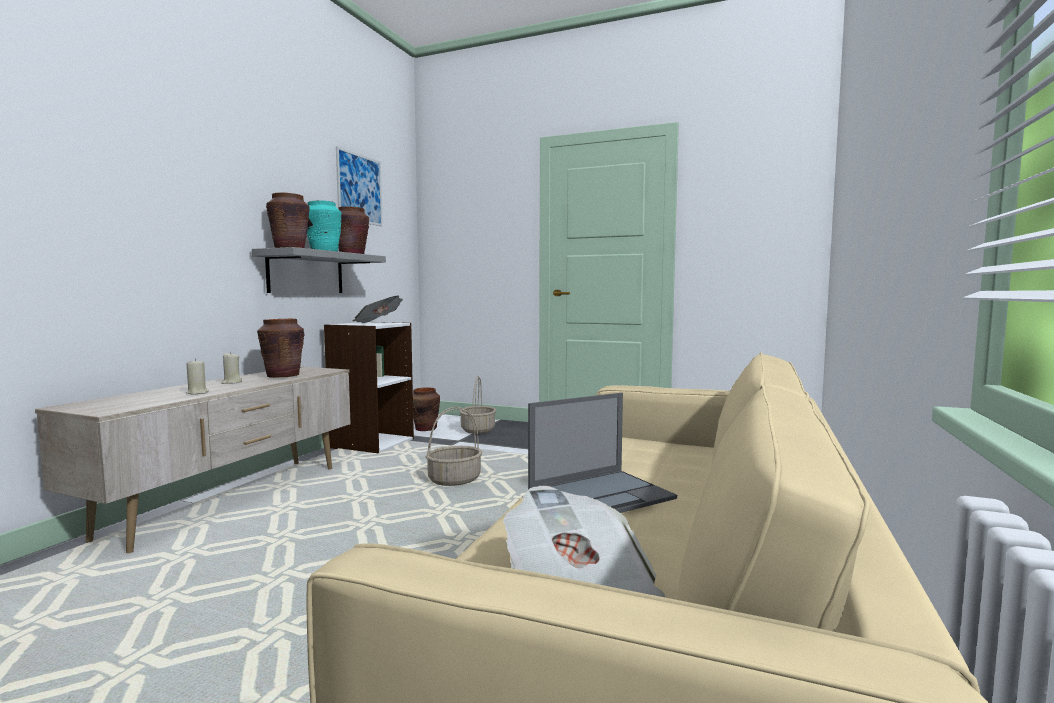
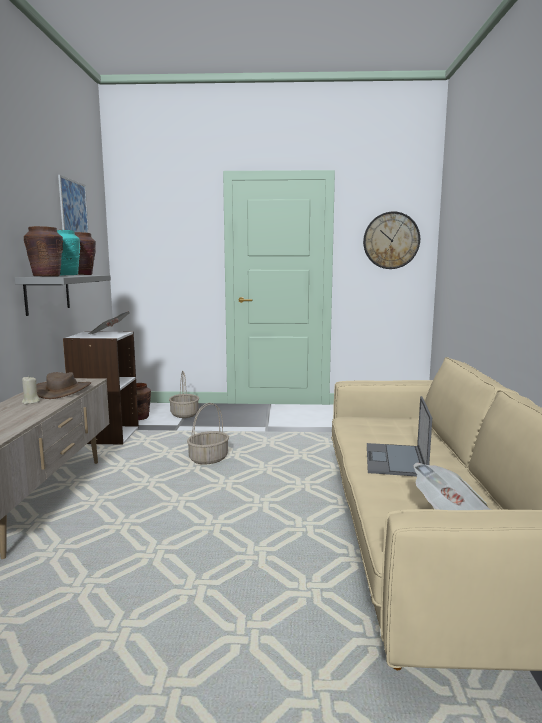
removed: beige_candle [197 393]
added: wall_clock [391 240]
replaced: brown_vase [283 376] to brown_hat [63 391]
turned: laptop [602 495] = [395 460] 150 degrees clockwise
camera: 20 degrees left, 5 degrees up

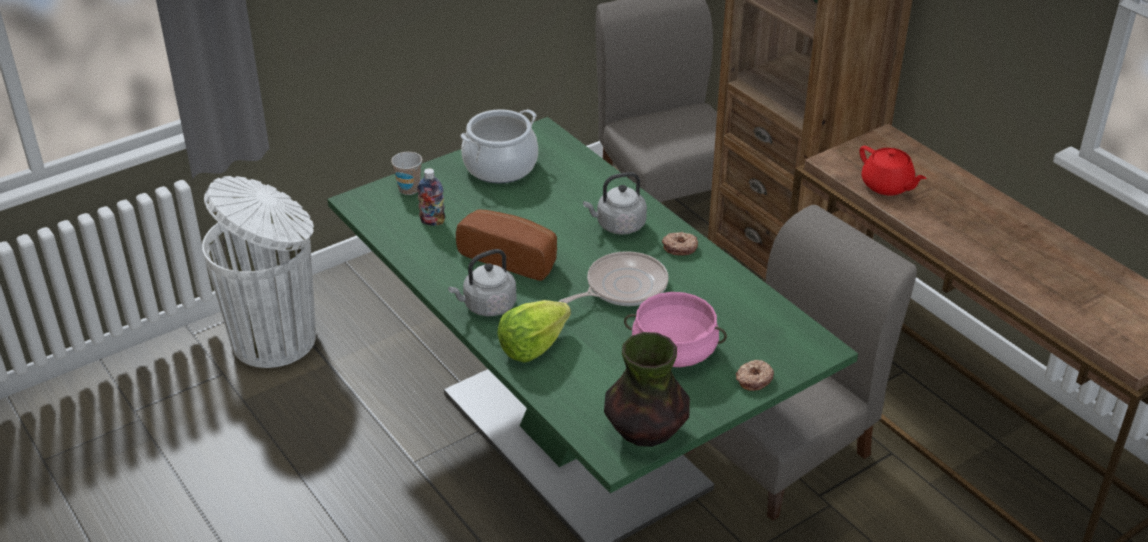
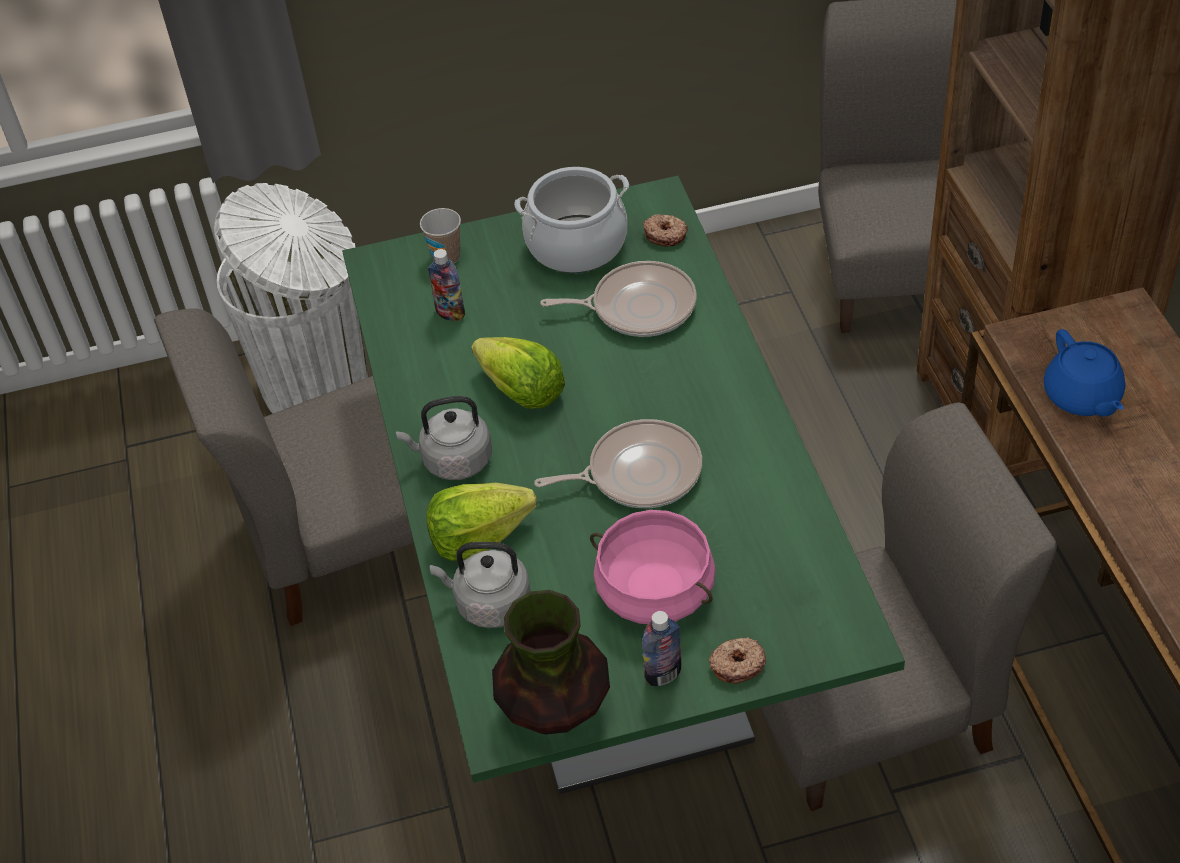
added: grey_chair [347 538]; frying_pan [638 307]; bottle [663 674]
moved: grey_kettle [618 225] to [489 604]; donut [680 247] to [665 235]
replaced: bread [511 257] to lettuce [521 391]
recoloured: red_teapot [887 186] to blue_teapot [1082 397]
camera: 25 degrees right, 10 degrees up

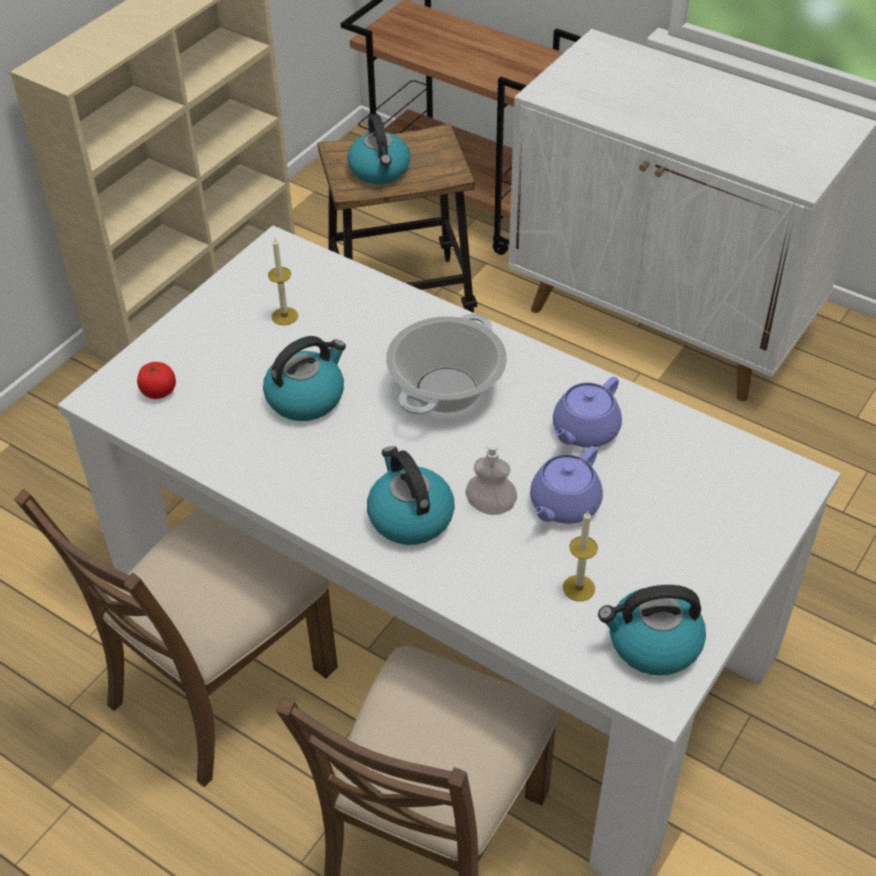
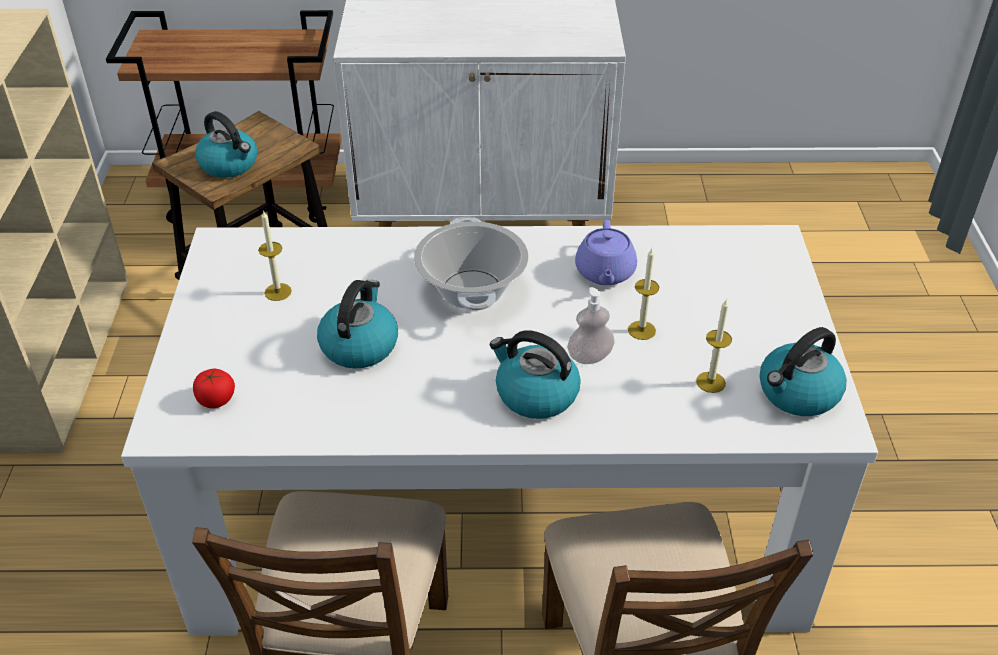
replaced: purple_teapot [563 505] to candle [641 330]
camera: 35 degrees left, 5 degrees down

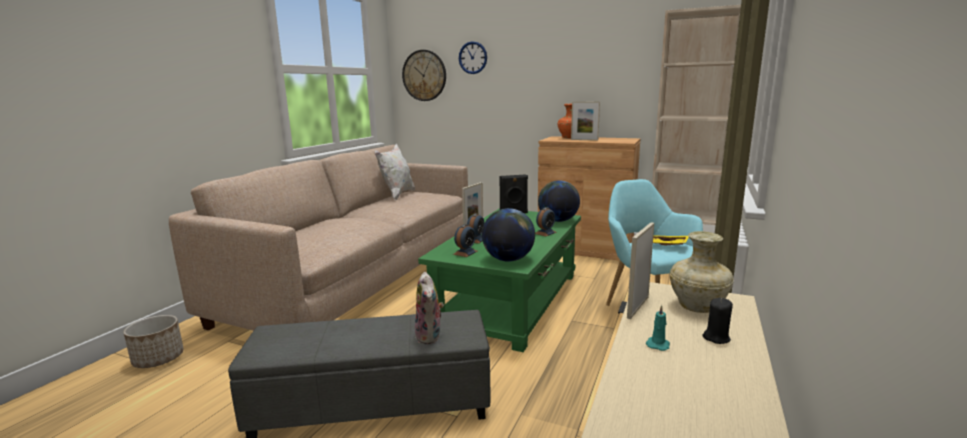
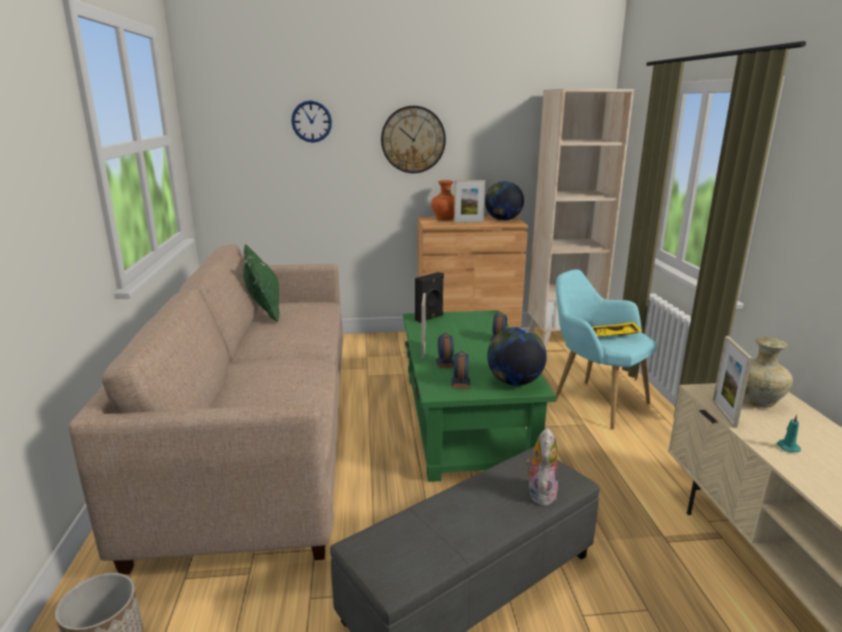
removed: black_candle [716 338]
moved: wall_clock [424 75] to [413 140]; globe [558 220] to [503 220]
recoloured: white_pillow [397 195] to green_pillow [264 313]
turned: plush_toy [430 336] = [540 492] 120 degrees counterclockwise
camera: 30 degrees left, 5 degrees up

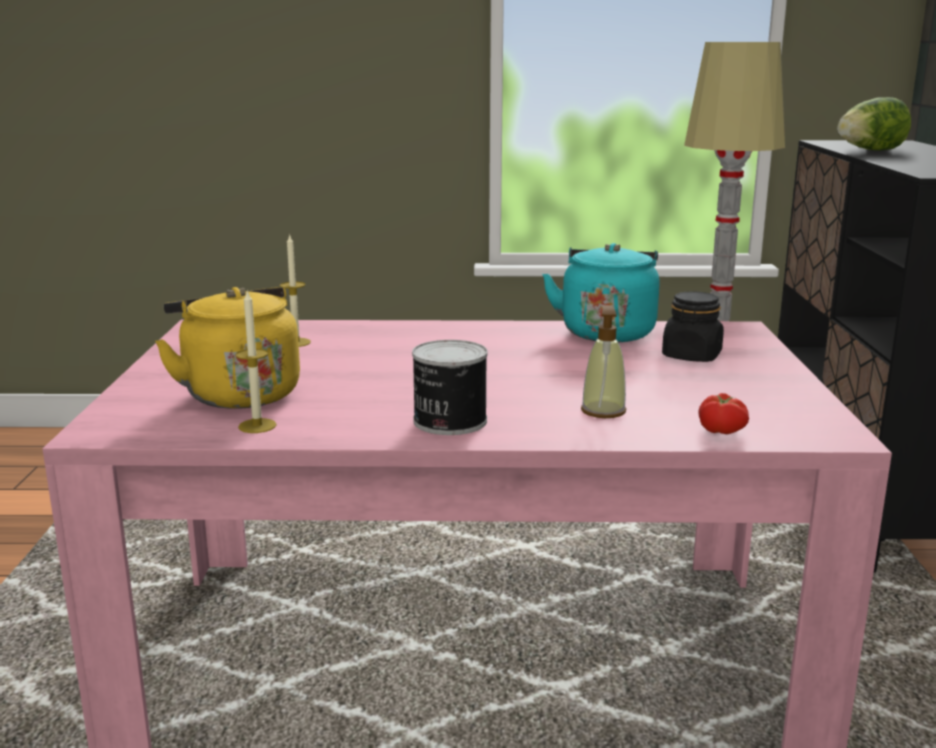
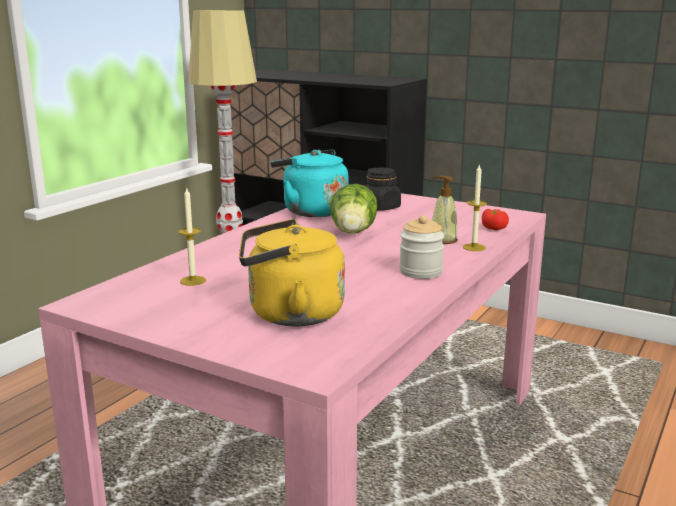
moved: candle [257 426] to [474 247]; lettuce [869 150] to [353 233]
replaced: can [448 421] to jar [420 272]
camera: 60 degrees left, 0 degrees up

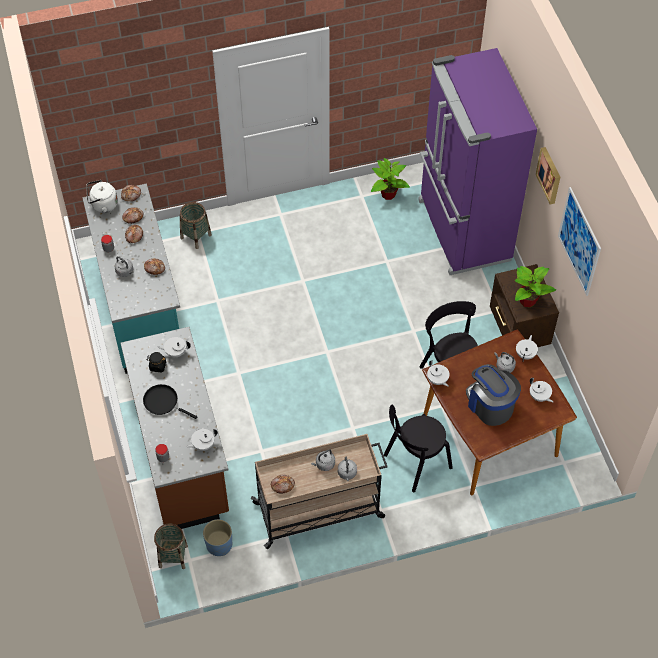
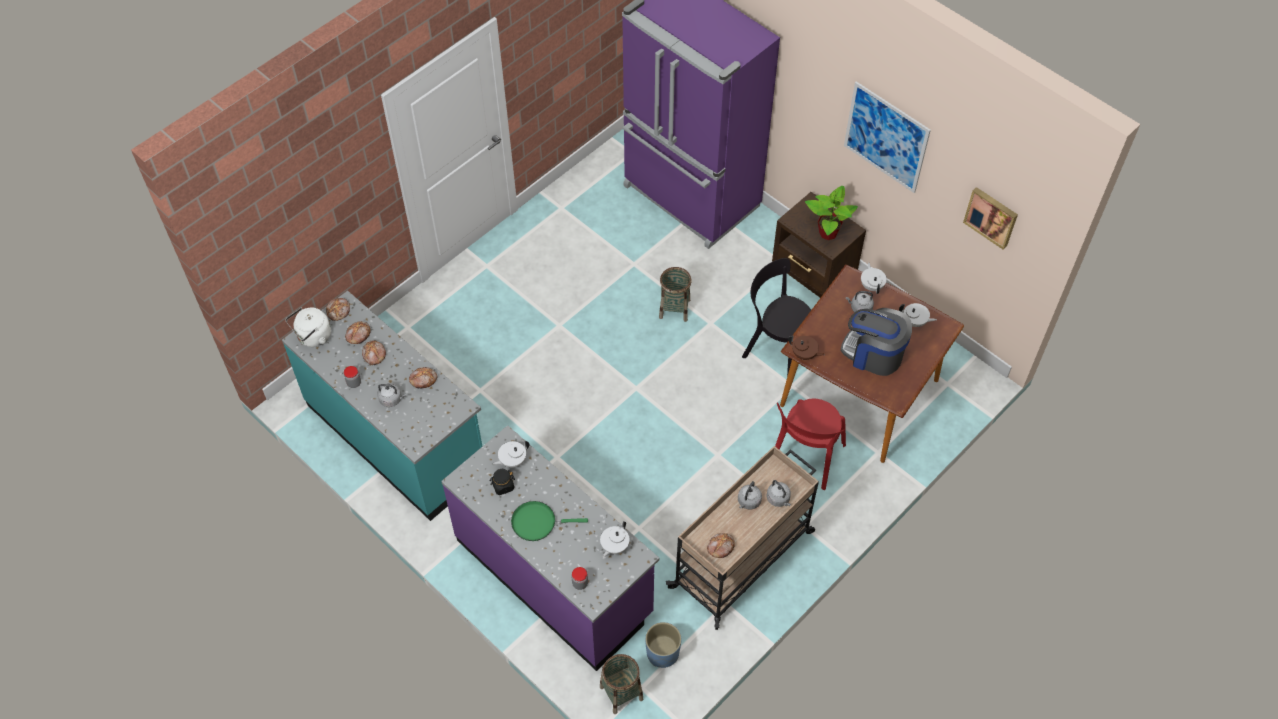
removed: potted_plant [388 194]
moved: basket [196 236] to [674 308]; picture [550 175] to [991 216]
recoloured: brown_counter [182 454] to purple_counter [555 576]; black_frying_pan [163 402] to green_frying_pan [537 522]; black_chair [415 463] to red_chair [805 458]; white_teapot [437 380] to brown_teapot [804 354]
camera: 30 degrees left, 0 degrees up

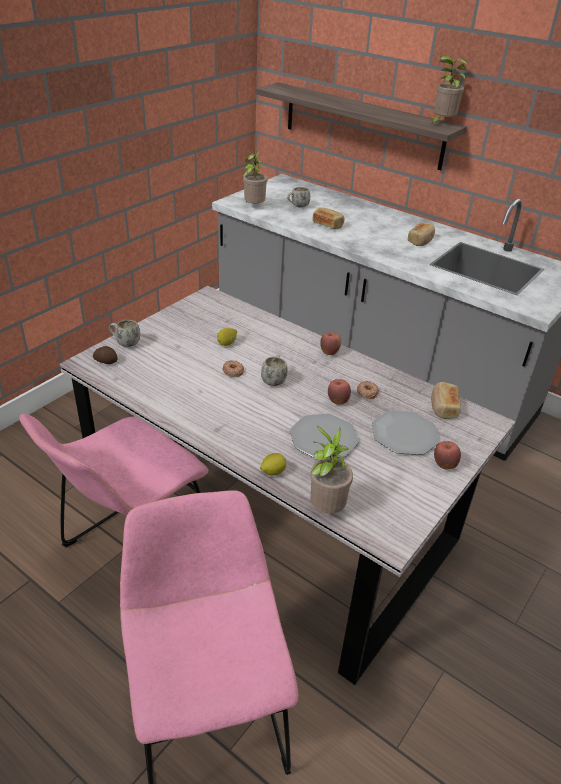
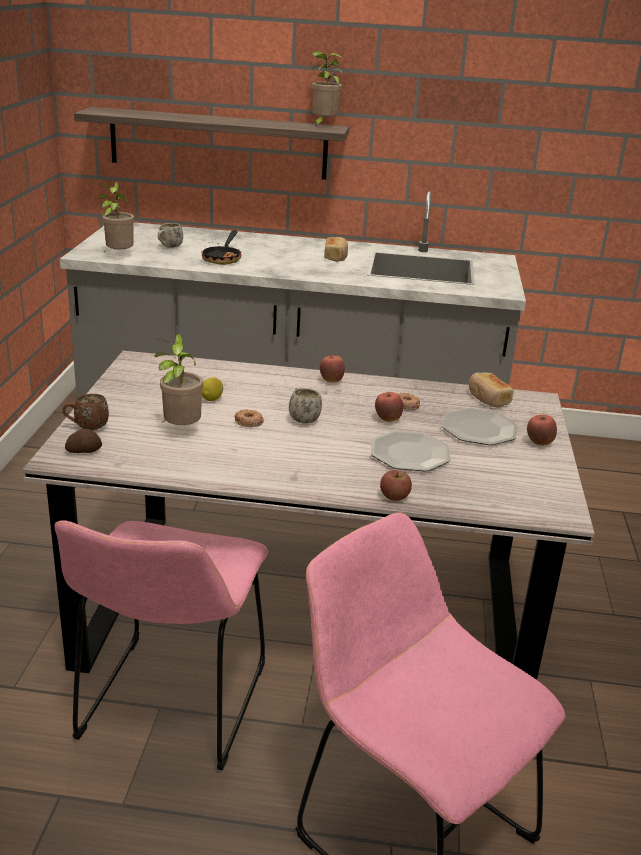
moved: potted_plant [325 509] to [180 430]
replaced: lemon [272 472] to apple [394 496]; bread [328 224] to frying_pan [223 258]
recoloured: white_mug [125 343] to brown_mug [86 427]
camera: 30 degrees left, 10 degrees down

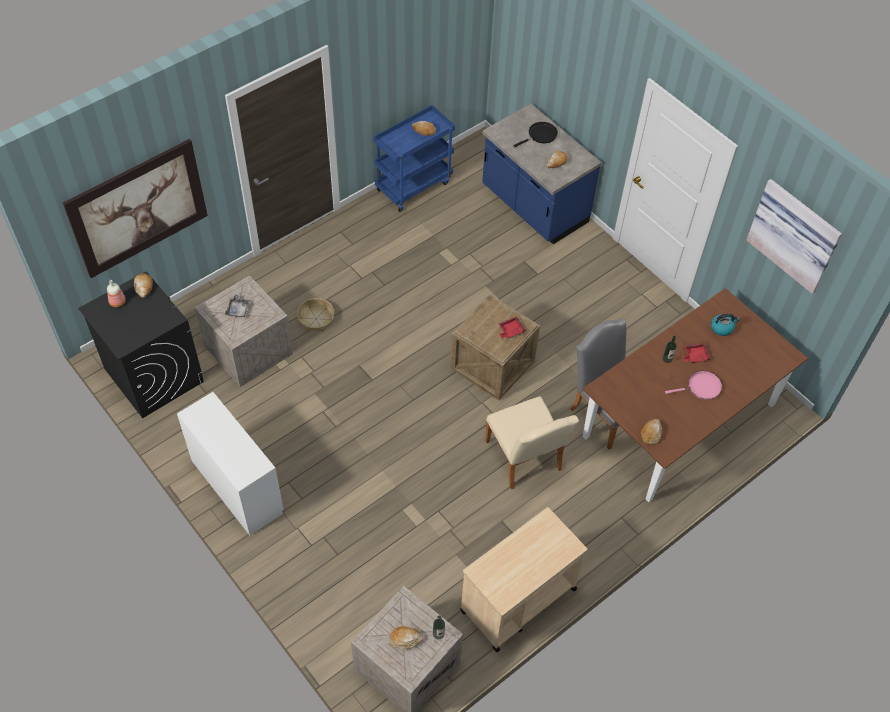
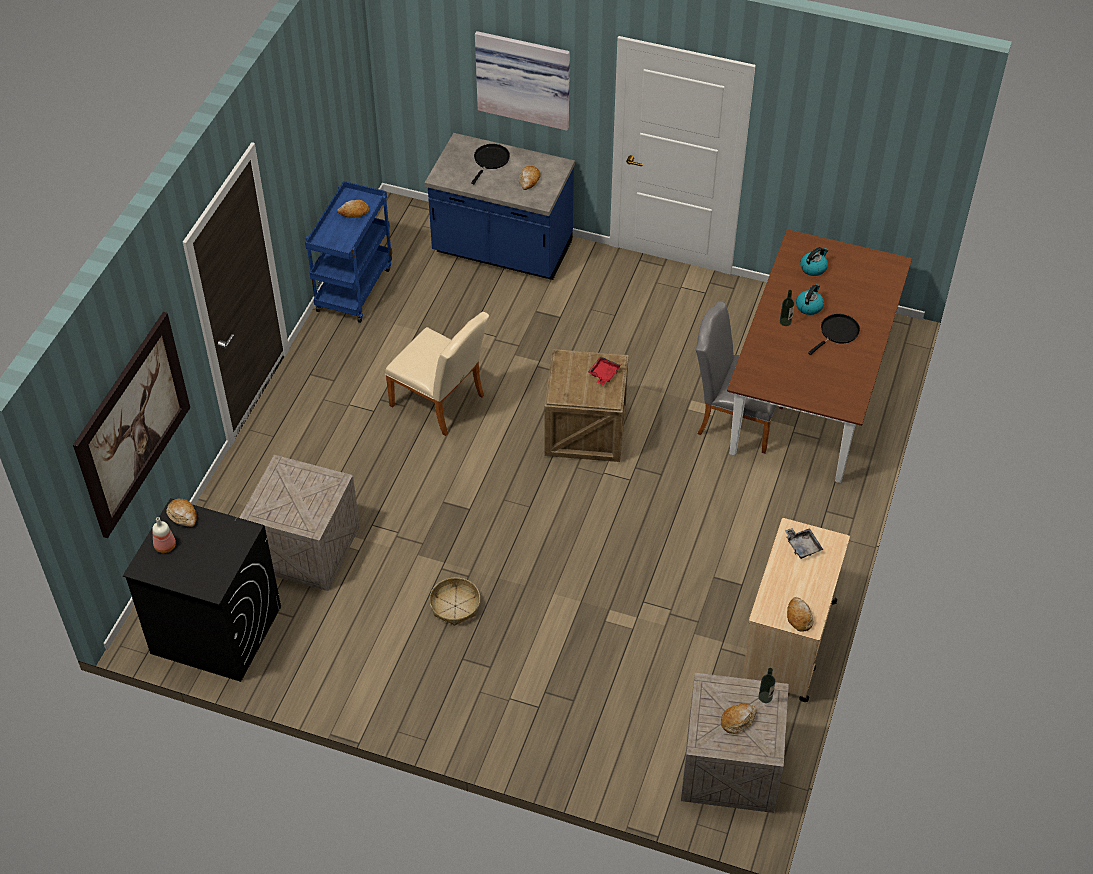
removed: white_desk [236 486]
moved: grey_tray [238 309] to [802 546]; basket [316 319] to [455 606]; beige_chair [525 460] to [442 403]; bread [651 433] to [799 617]; picture [795 234] to [524 78]
replaced: red_tray [695 356] to kettle [809 306]
recoloured: pink_frying_pan [701 387] to black_frying_pan [837 333]
camera: 30 degrees left, 5 degrees down

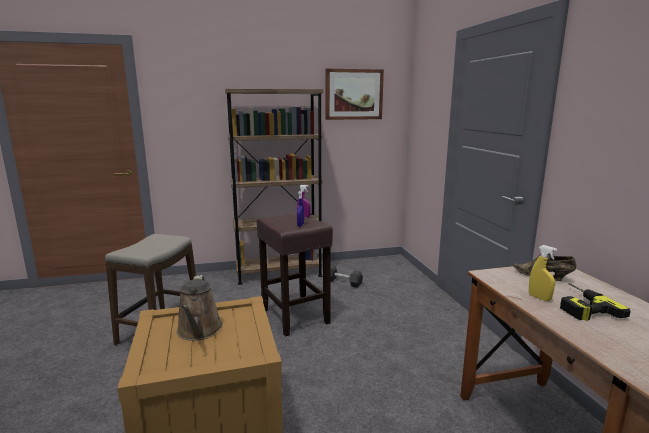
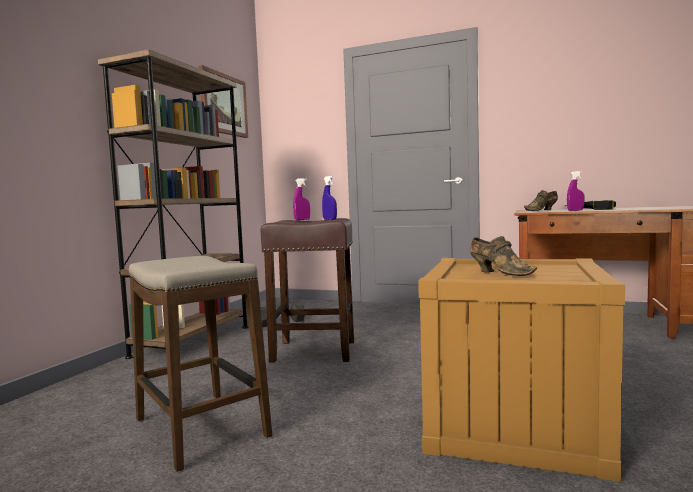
replaced: brown_watering_can [199 331] to brown_shoe [499 273]
recoloured: yellow_spray_bottle [539 298] to purple_spray_bottle [575 210]
camera: 55 degrees left, 10 degrees down

